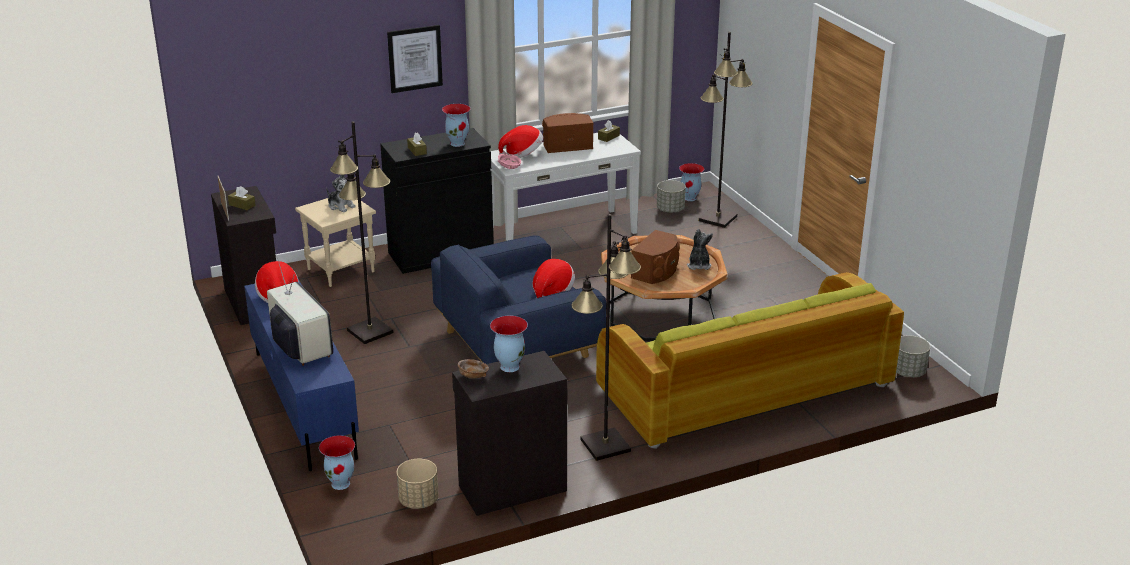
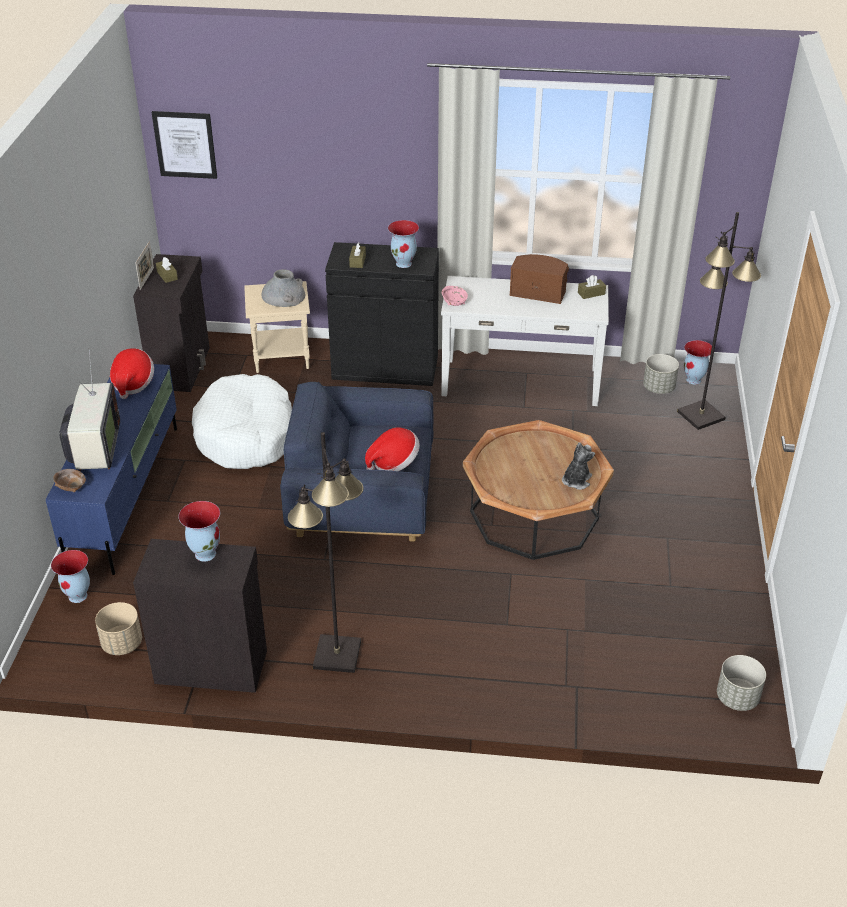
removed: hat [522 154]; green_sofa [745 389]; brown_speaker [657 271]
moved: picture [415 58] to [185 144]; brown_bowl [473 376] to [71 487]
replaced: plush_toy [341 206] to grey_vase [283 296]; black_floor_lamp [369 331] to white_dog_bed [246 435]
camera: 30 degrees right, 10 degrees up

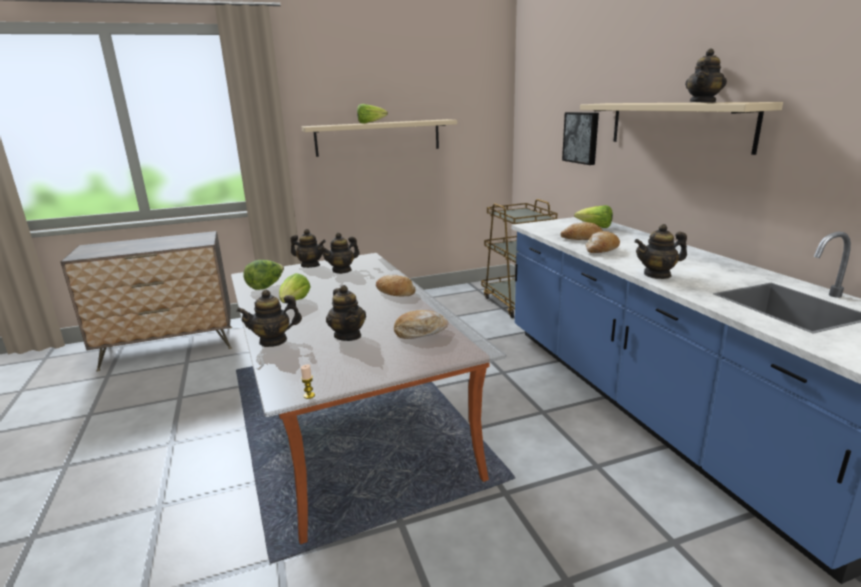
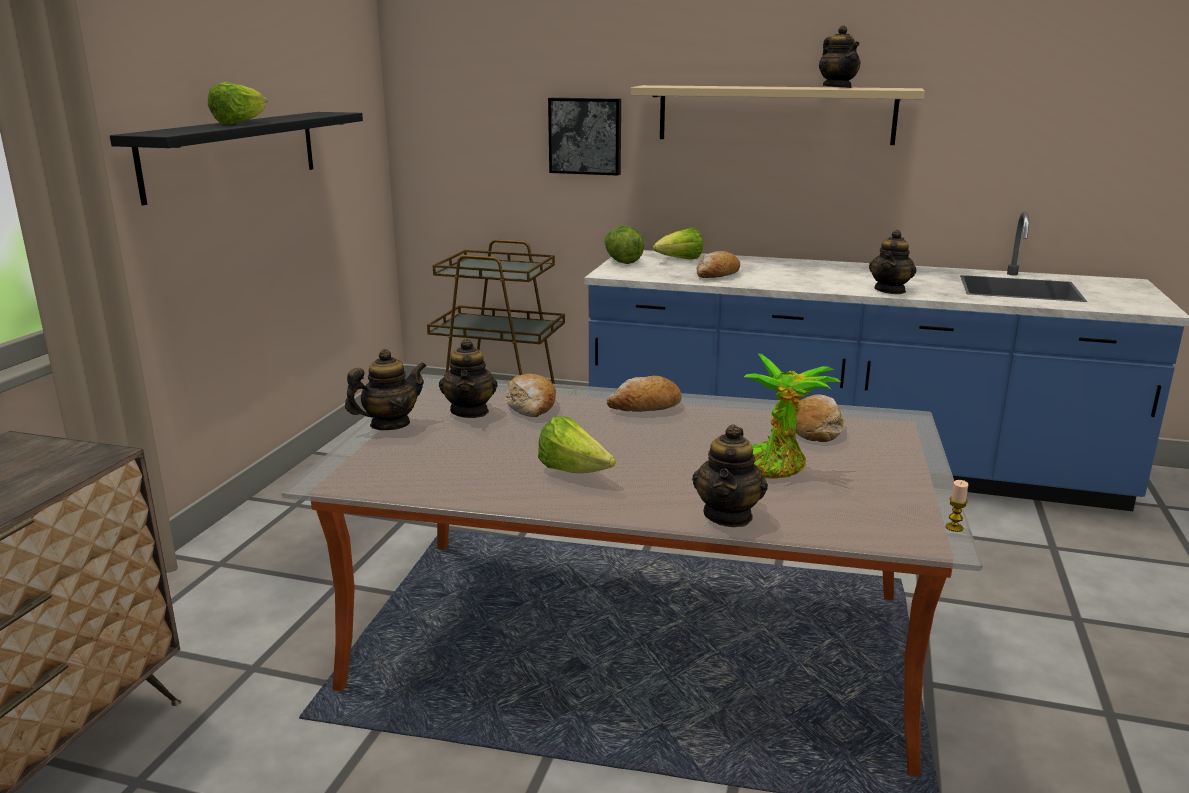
moved: lettuce [266 286] to [622 262]; bread [601 250] to [531 406]
replaced: teapot [348 335] to potted_plant [775 467]
recoloured: beige_shelf [378 137] to black_shelf [233 153]
camera: 55 degrees left, 0 degrees up

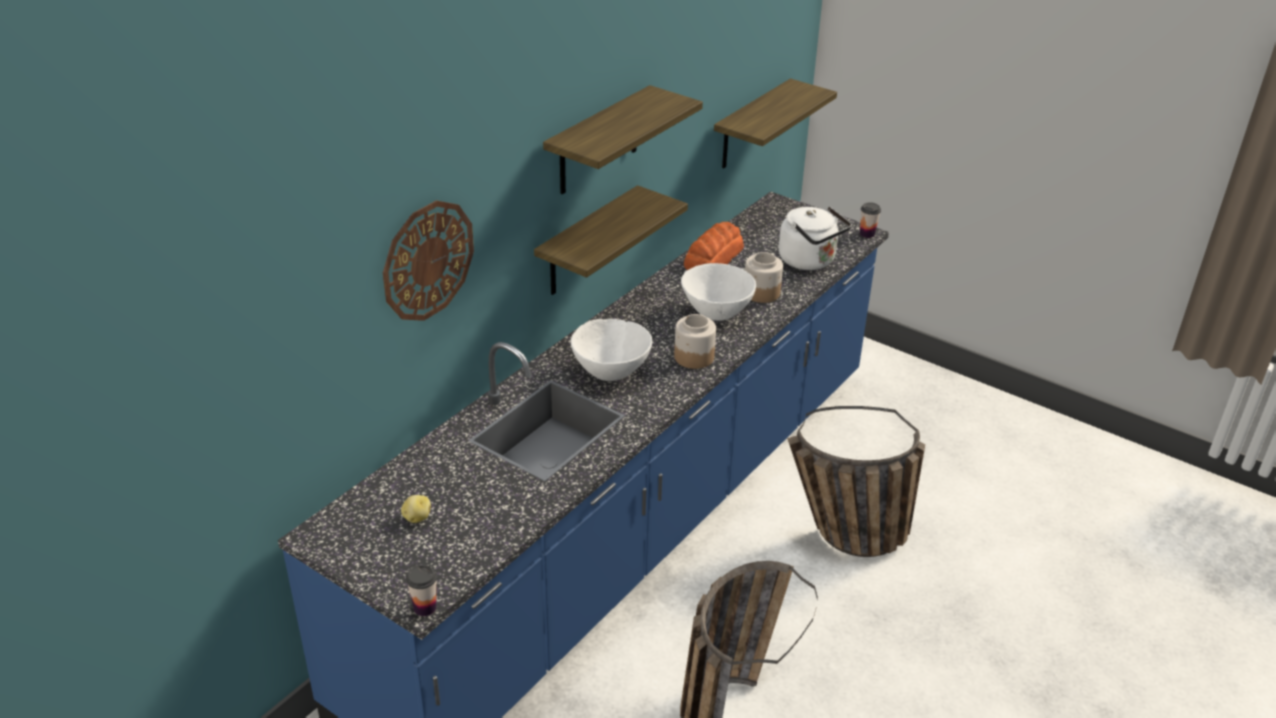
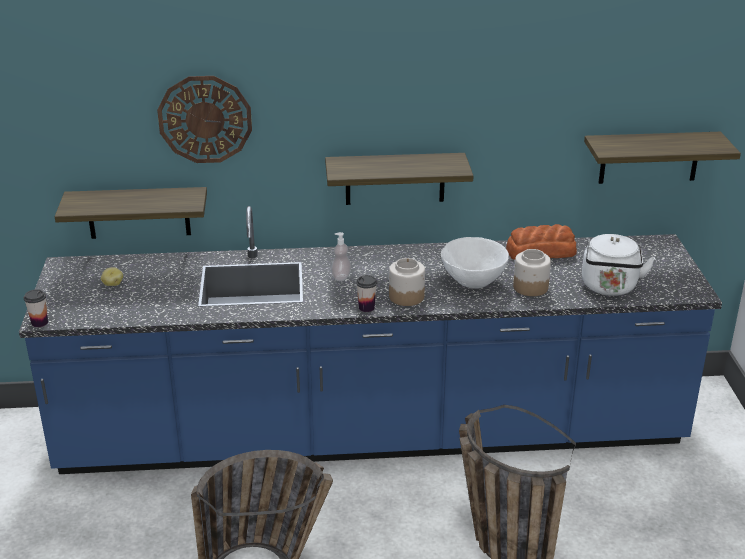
moved: shelf [598 142] to [138 212]; cup [867 234] to [366 308]
replaced: white_bowl [611 372] to soap_dispenser [341 277]
camera: 50 degrees right, 5 degrees down

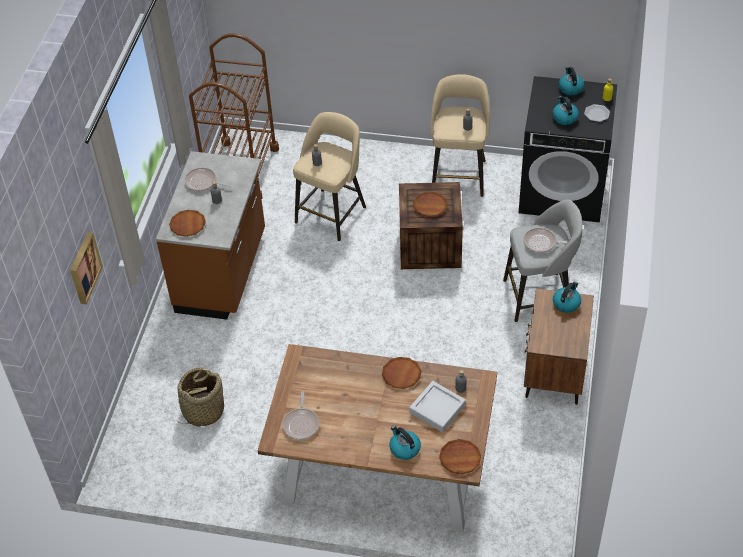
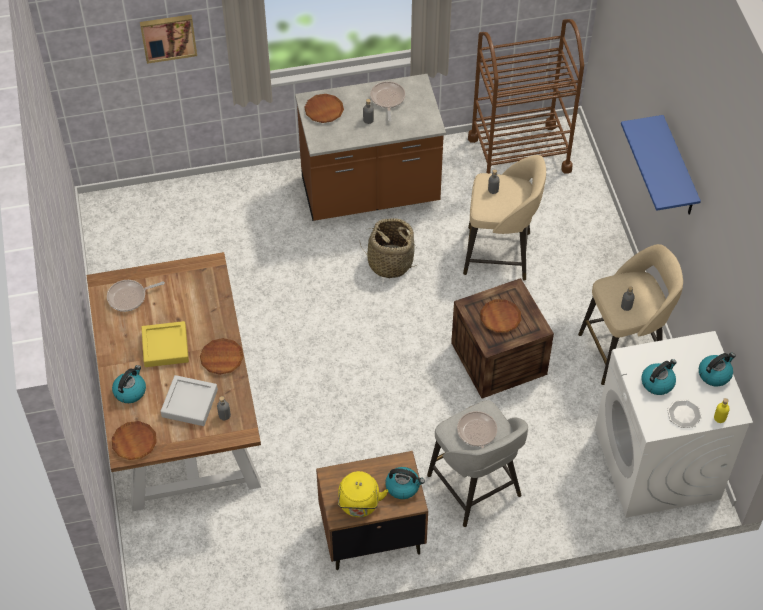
added: yellow_tray [165 347]; yellow_kettle [359 505]; blue_shelf [678 169]
moved: basket [203 411] to [390 262]
recoloured: black_washing_machine [563 190] to white_washing_machine [657 464]
camera: 65 degrees right, 5 degrees up

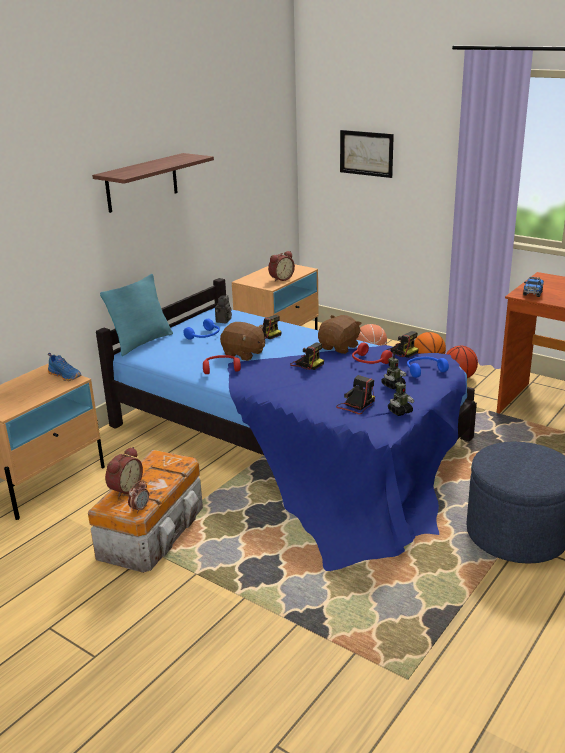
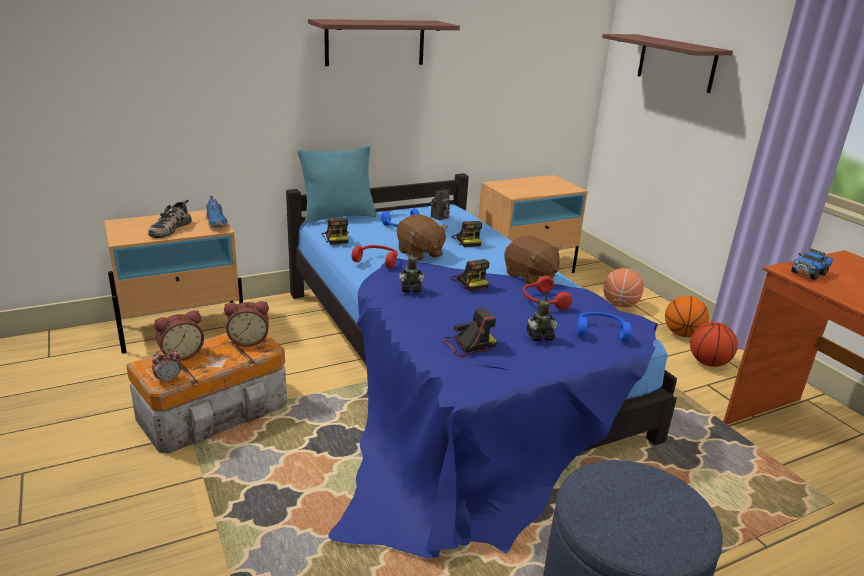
added: shoe [169 228]
moved: alarm_clock [280 279] to [249 340]; photo_camera [401 351] to [336 238]; toy_robot [400 411] to [411 289]
replaced: picture [366 153] to shelf [676 63]
turned: brown_plush_toy [339 347] = [530 276] 75 degrees clockwise
camera: 25 degrees right, 0 degrees up

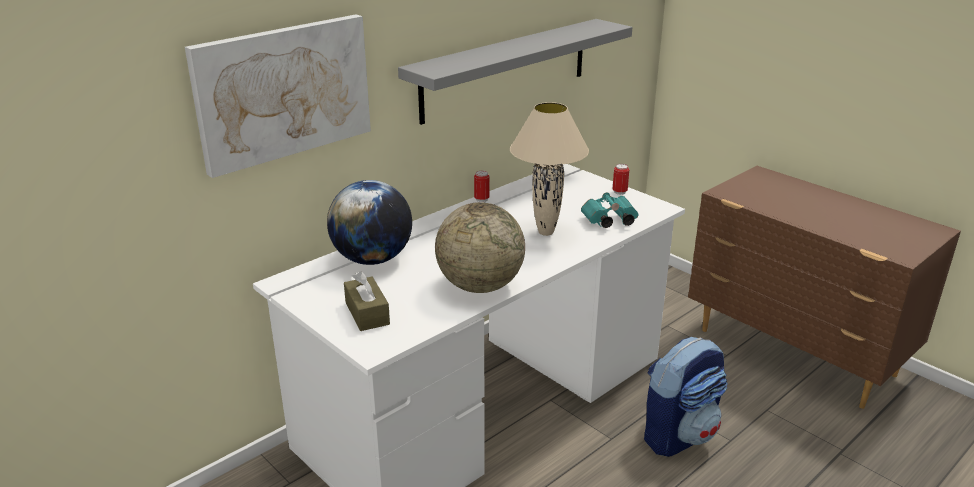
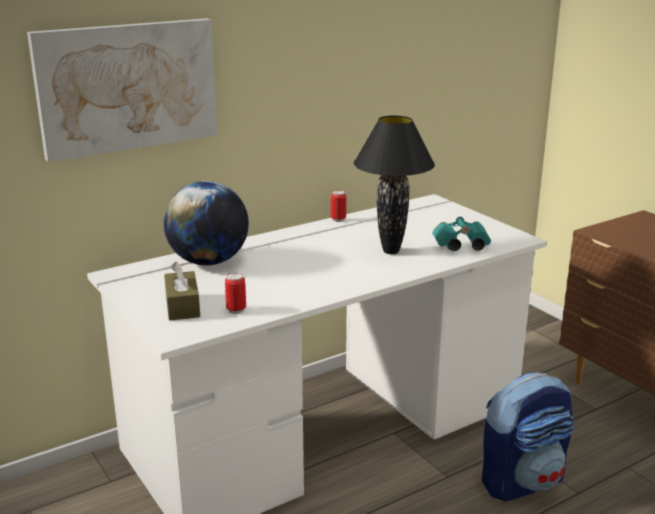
removed: grey_shelf [506 69]; globe [480 286]
moved: can [619 192] to [236 310]
recoloured: beige_table_lamp [546 233] to black_table_lamp [391 252]
camera: 10 degrees right, 5 degrees down

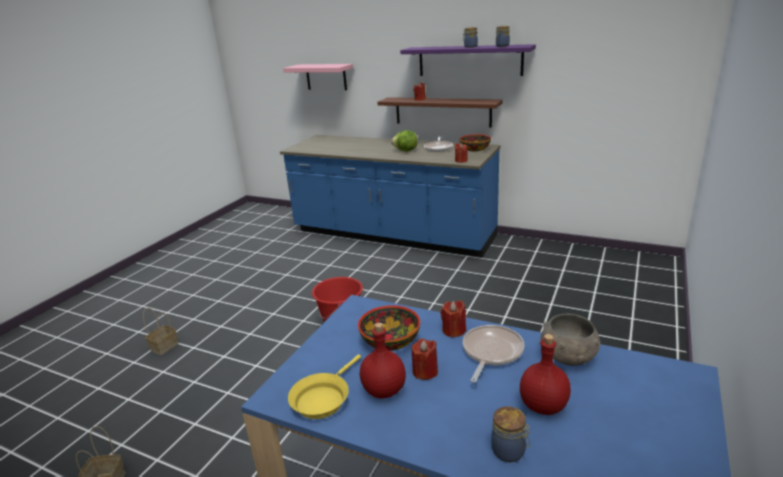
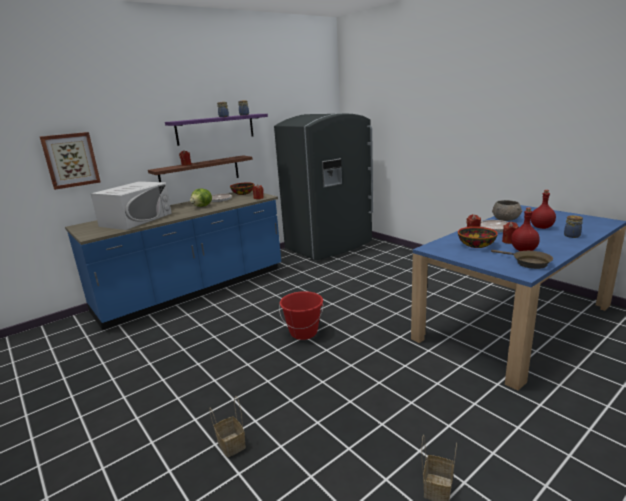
added: white_microwave [136 220]; grey_fridge [330 246]
replaced: pink_shelf [326 77] to picture [71 160]
recoloured: yellow_frying_pan [323 398] to brown_frying_pan [528 262]
camera: 65 degrees left, 5 degrees down

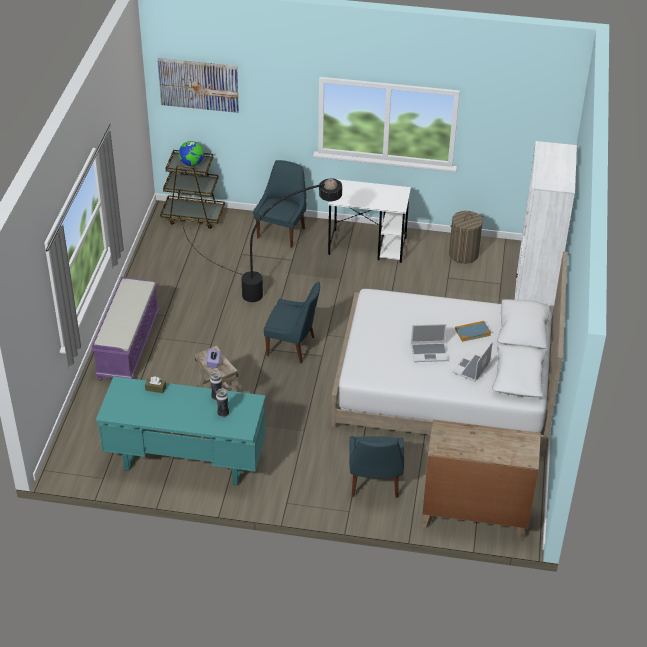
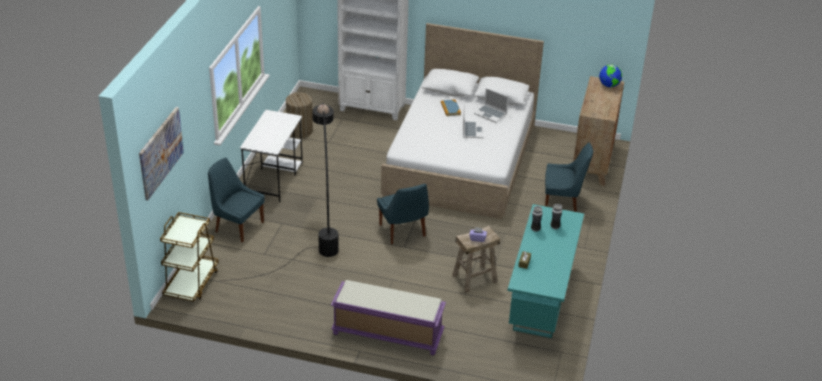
moved: globe [191 164] to [609 85]
turned: blue_chair [292 346] = [403 231] 135 degrees clockwise
camera: 85 degrees left, 5 degrees down

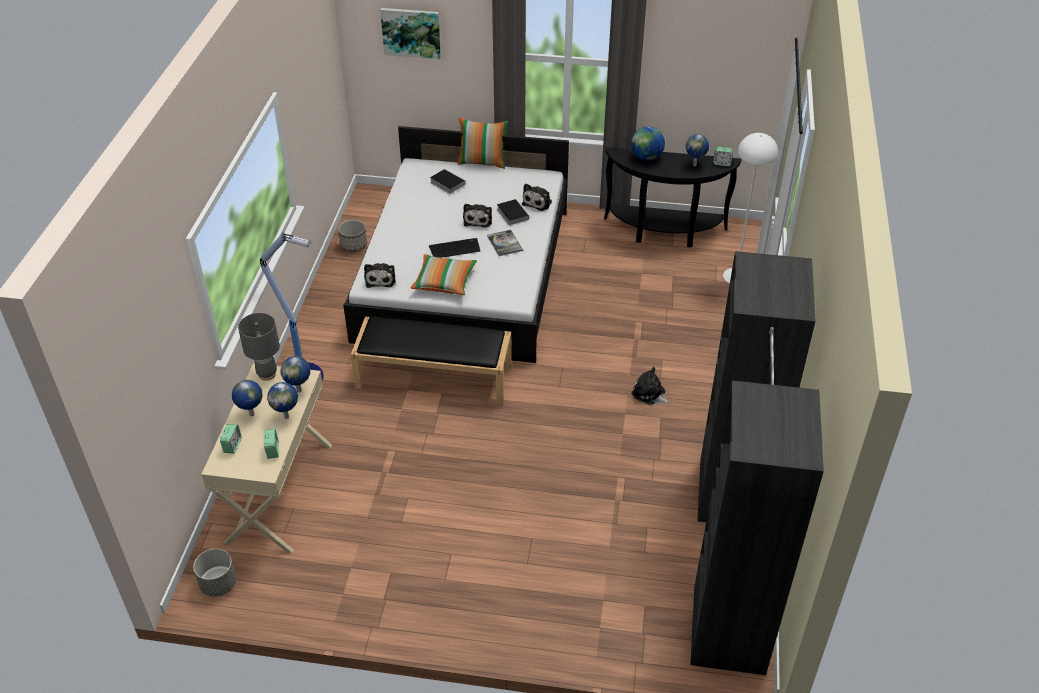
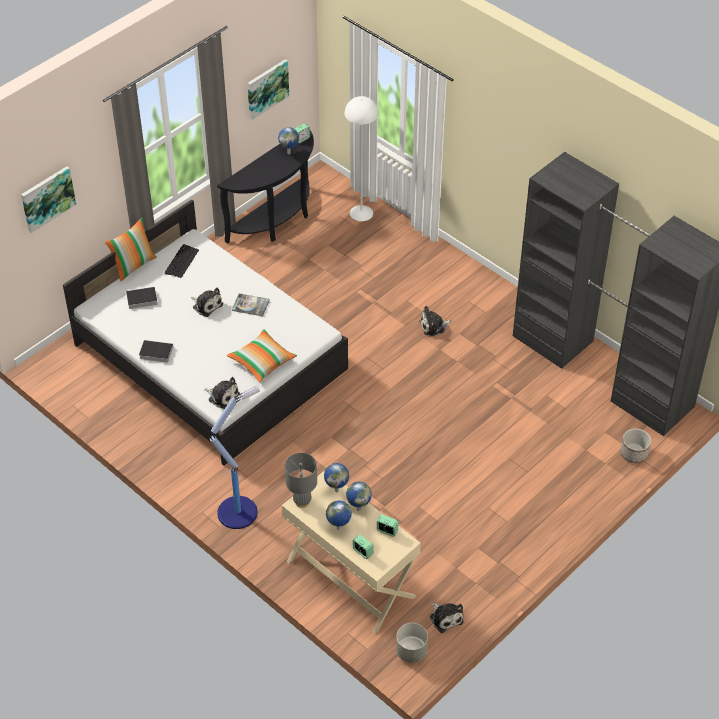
removed: black_bench [435 376]; globe [646 158]
added: picture [267 88]
moved: planter [354 245] to [633 453]; keyboard [455 249] to [181 261]; book [512 213] to [155 353]; plush_toy [538 202] to [445 618]
camera: 55 degrees left, 5 degrees up

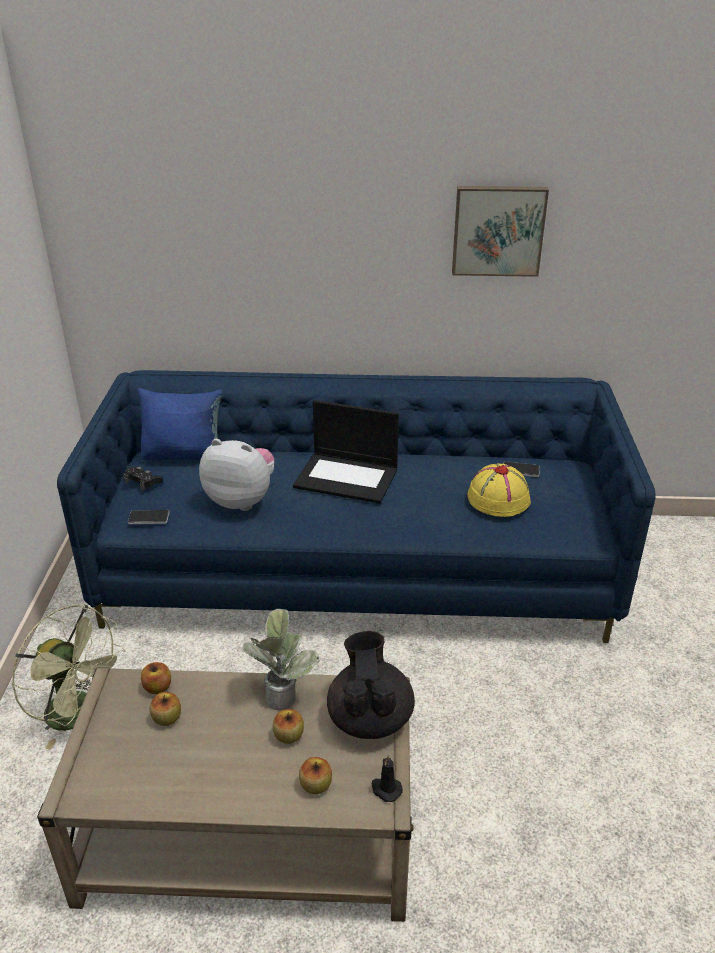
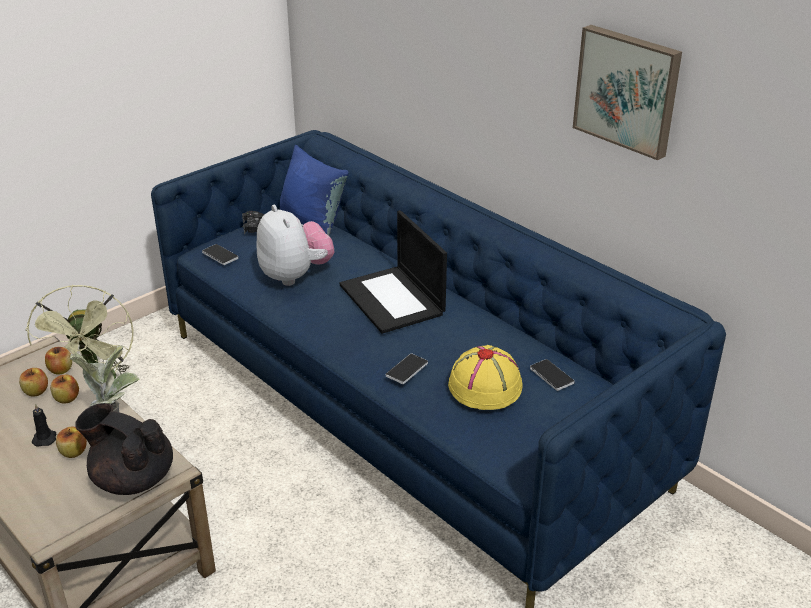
added: phone [407 370]
moved: apple [315 785] to [67 398]; black_candle [385 789] to [45 438]
turned: black_teapot [369 717] = [132 478] 105 degrees counterclockwise
camera: 45 degrees right, 0 degrees up

